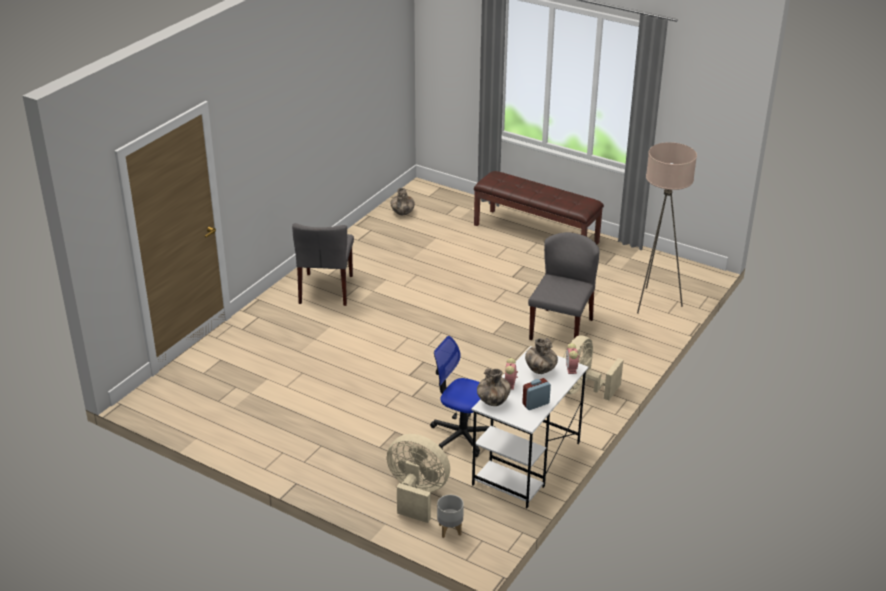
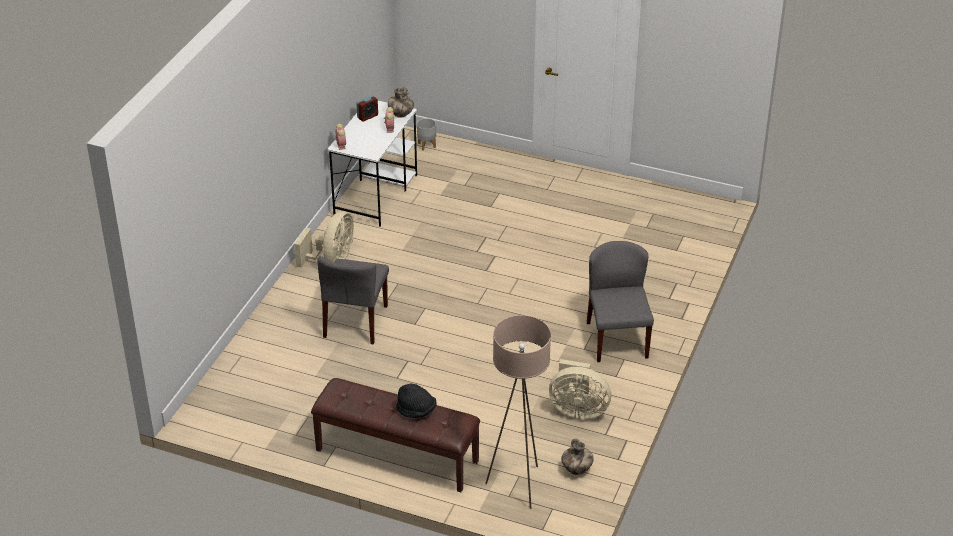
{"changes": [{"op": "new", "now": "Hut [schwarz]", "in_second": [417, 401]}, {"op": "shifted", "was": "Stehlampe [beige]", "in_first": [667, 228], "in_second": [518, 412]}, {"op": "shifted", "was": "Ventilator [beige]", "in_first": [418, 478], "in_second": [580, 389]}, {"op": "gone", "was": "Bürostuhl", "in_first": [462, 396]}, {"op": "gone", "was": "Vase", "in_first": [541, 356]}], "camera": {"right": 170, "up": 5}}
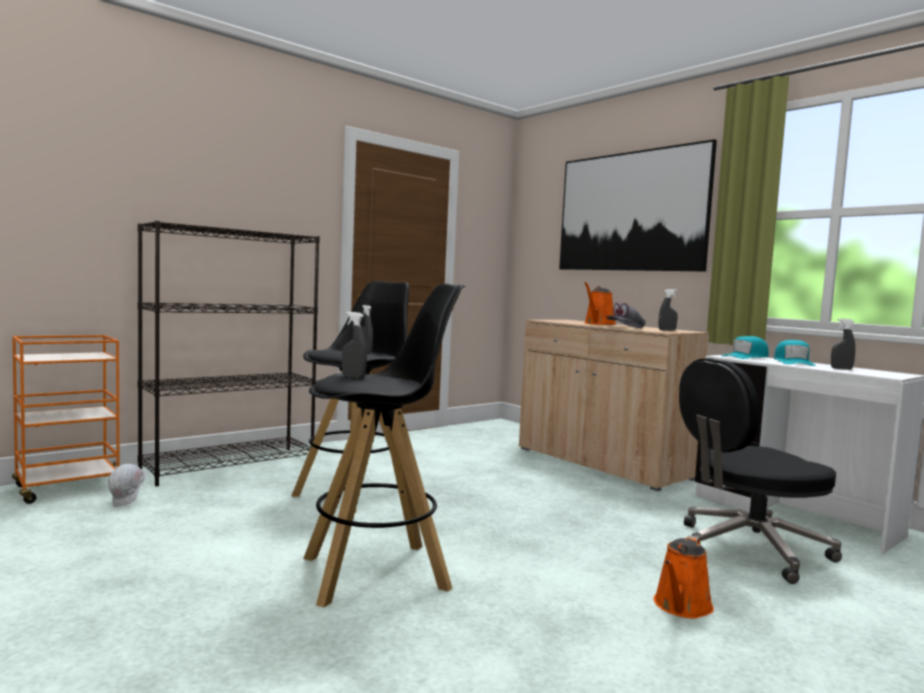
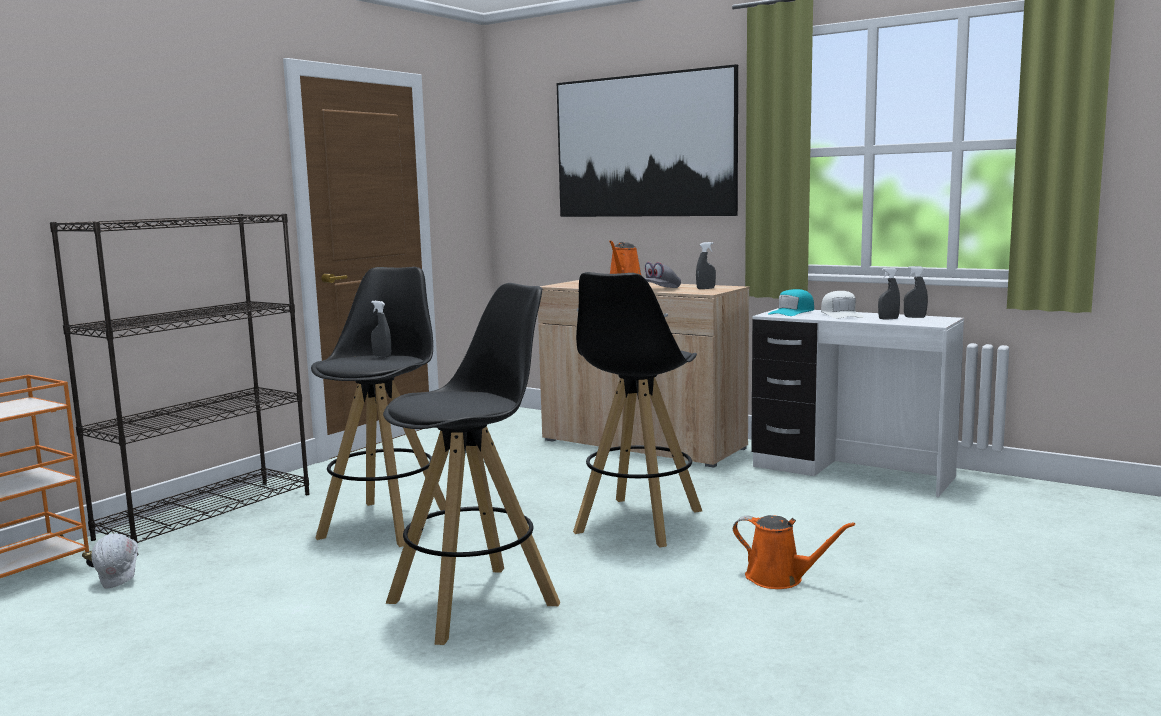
{"changes": [{"op": "new", "now": "Hocker [schwarz]", "in_second": [637, 409]}, {"op": "rotated", "was": "Gießkanne [orange]", "in_first": [684, 577], "in_second": [794, 552], "clockwise": -75}, {"op": "repainted", "was": "Kappe [türkis]", "now": "Kappe [weiß]", "in_first": [795, 353], "in_second": [842, 305]}, {"op": "shifted", "was": "Sprühflasche [grau]", "in_first": [354, 345], "in_second": [916, 292]}, {"op": "gone", "was": "Bürostuhl [schwarz]", "in_first": [760, 471]}], "camera": {"right": -15, "up": 5}}
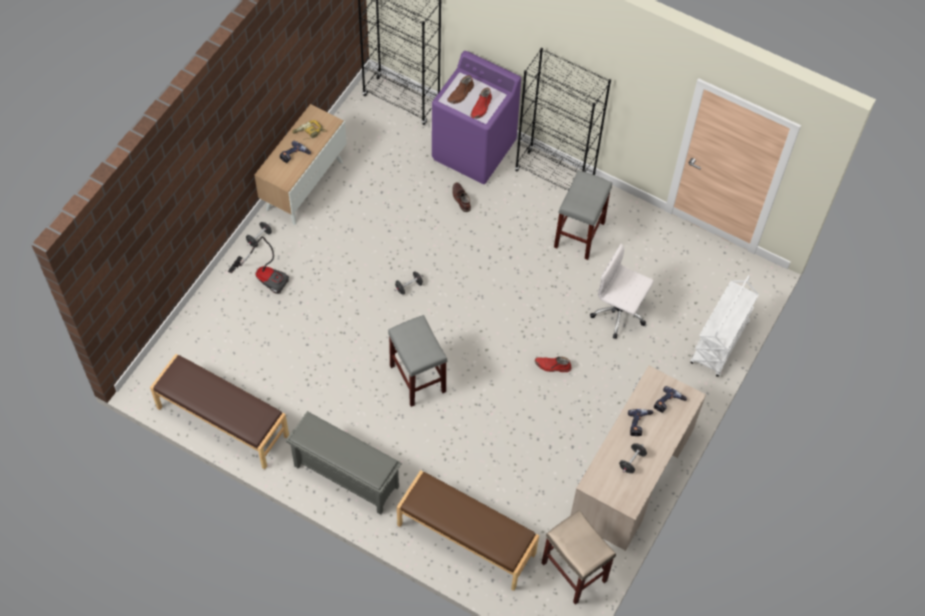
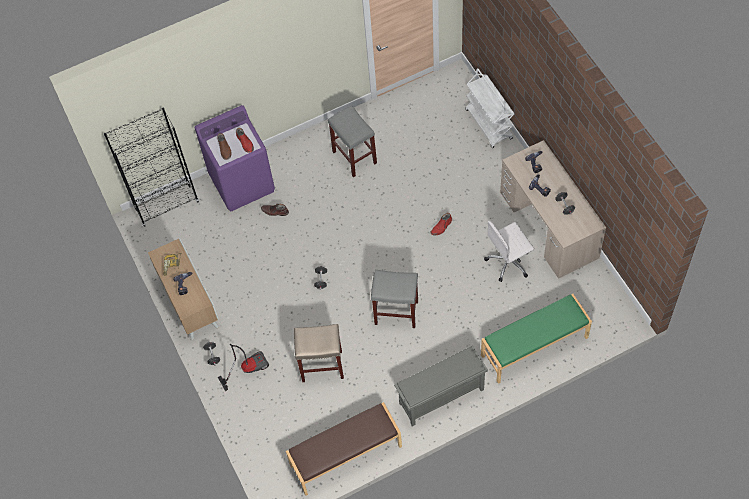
{"changes": [{"op": "shifted", "was": "Hocker [beige]", "in_first": [579, 557], "in_second": [319, 353]}, {"op": "repainted", "was": "Bank [braun]", "now": "Bank [grün]", "in_first": [468, 530], "in_second": [536, 339]}, {"op": "shifted", "was": "Bürostuhl [weiß]", "in_first": [622, 291], "in_second": [509, 251]}, {"op": "gone", "was": "Bücherregal [schwarz]", "in_first": [563, 119]}], "camera": {"right": -50, "up": 0}}
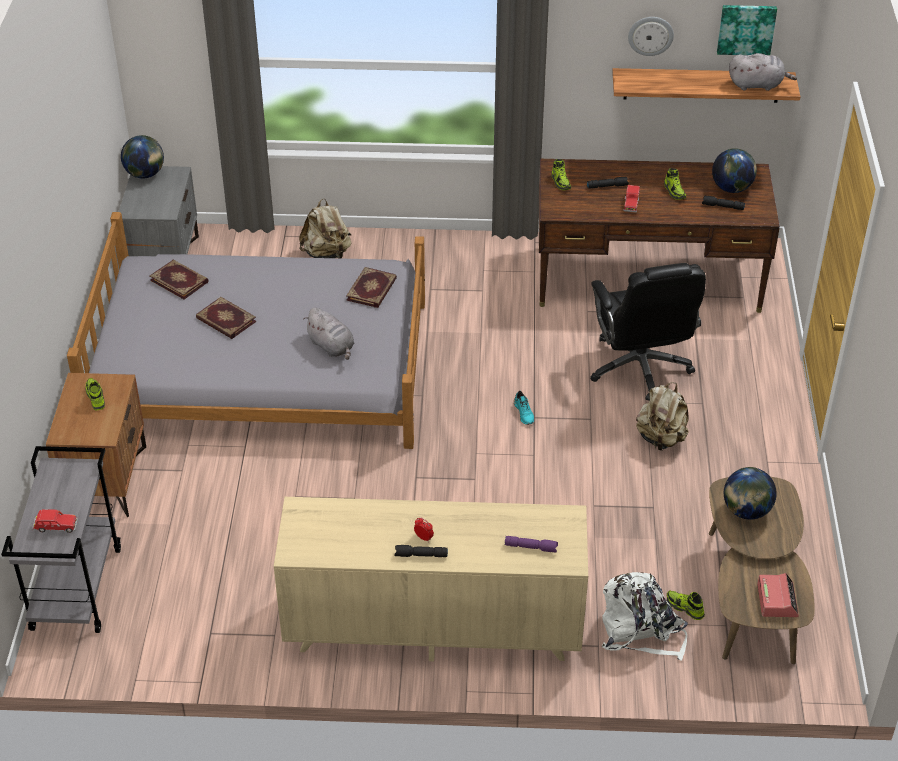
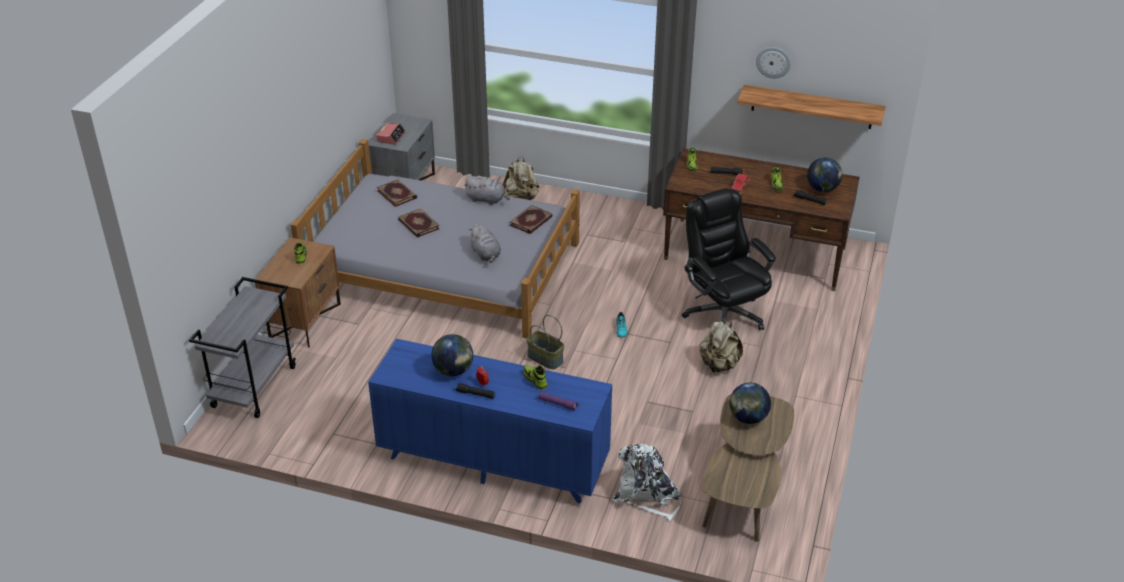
{"changes": [{"op": "repainted", "was": "Kommode [beige]", "now": "Kommode [blau]", "in_first": [431, 579], "in_second": [490, 421]}, {"op": "shifted", "was": "Wecker", "in_first": [778, 595], "in_second": [391, 134]}, {"op": "shifted", "was": "Globus", "in_first": [142, 157], "in_second": [452, 355]}, {"op": "shifted", "was": "Plüschtier [grau]", "in_first": [763, 72], "in_second": [487, 190]}, {"op": "shifted", "was": "Schuh", "in_first": [686, 605], "in_second": [535, 377]}, {"op": "new", "now": "Korb", "in_second": [545, 342]}, {"op": "rotated", "was": "Bürostuhl [schwarz]", "in_first": [648, 332], "in_second": [729, 259], "clockwise": 150}, {"op": "gone", "was": "Spielzeugauto [rot]", "in_first": [55, 521]}, {"op": "gone", "was": "Bild", "in_first": [747, 30]}], "camera": {"right": 15, "up": -5}}
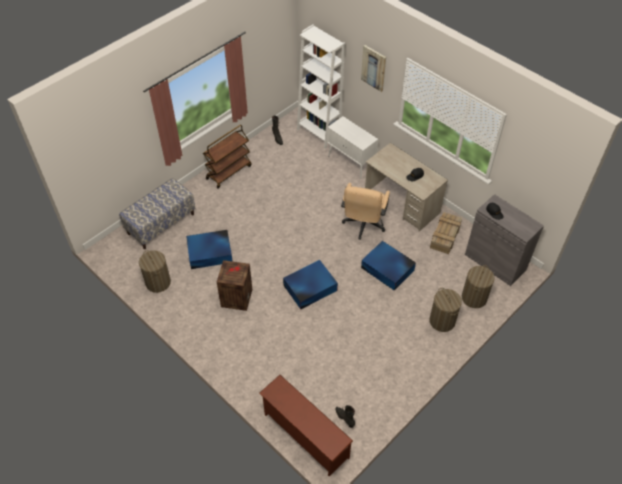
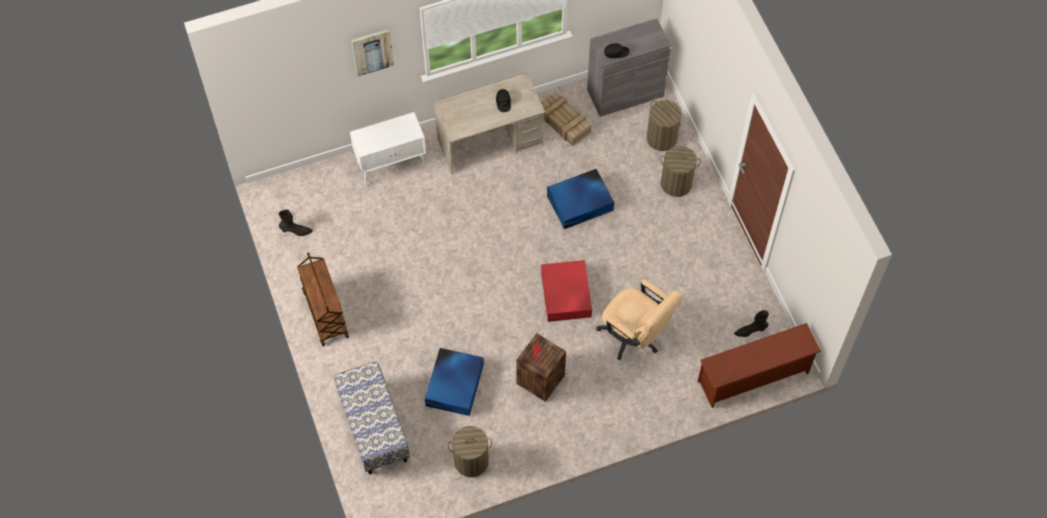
{"changes": [{"op": "repainted", "was": "Aufbewahrungsbox [blau]", "now": "Aufbewahrungsbox [rot]", "in_first": [310, 284], "in_second": [566, 291]}, {"op": "shifted", "was": "Bürostuhl [beige]", "in_first": [365, 211], "in_second": [639, 319]}, {"op": "gone", "was": "Bücherregal [weiß]", "in_first": [321, 86]}], "camera": {"right": -65, "up": 10}}
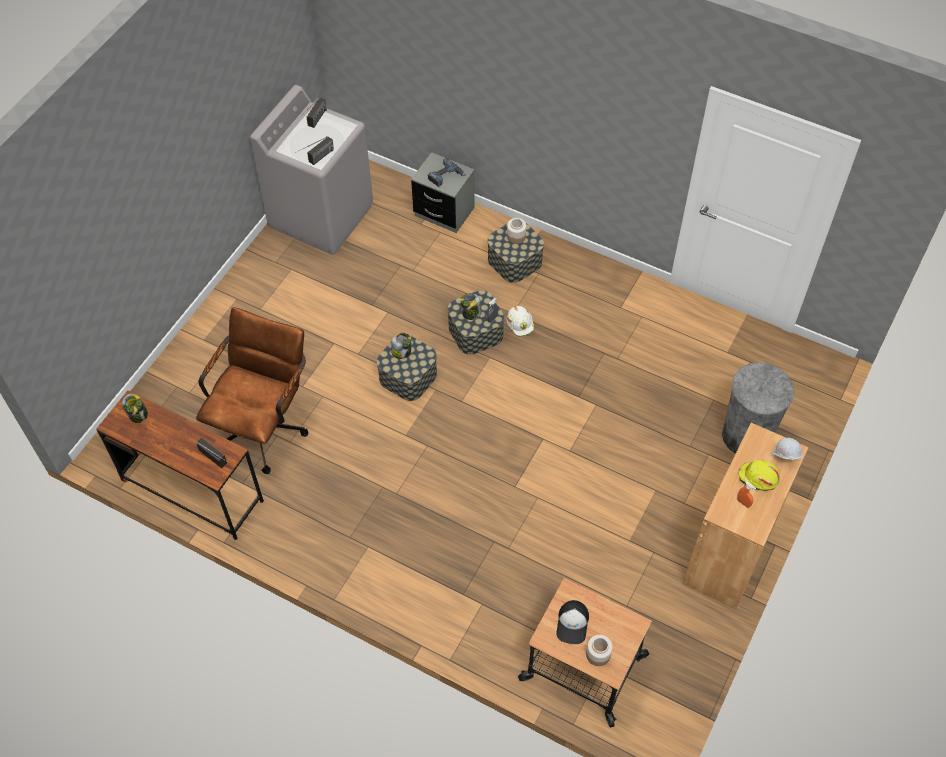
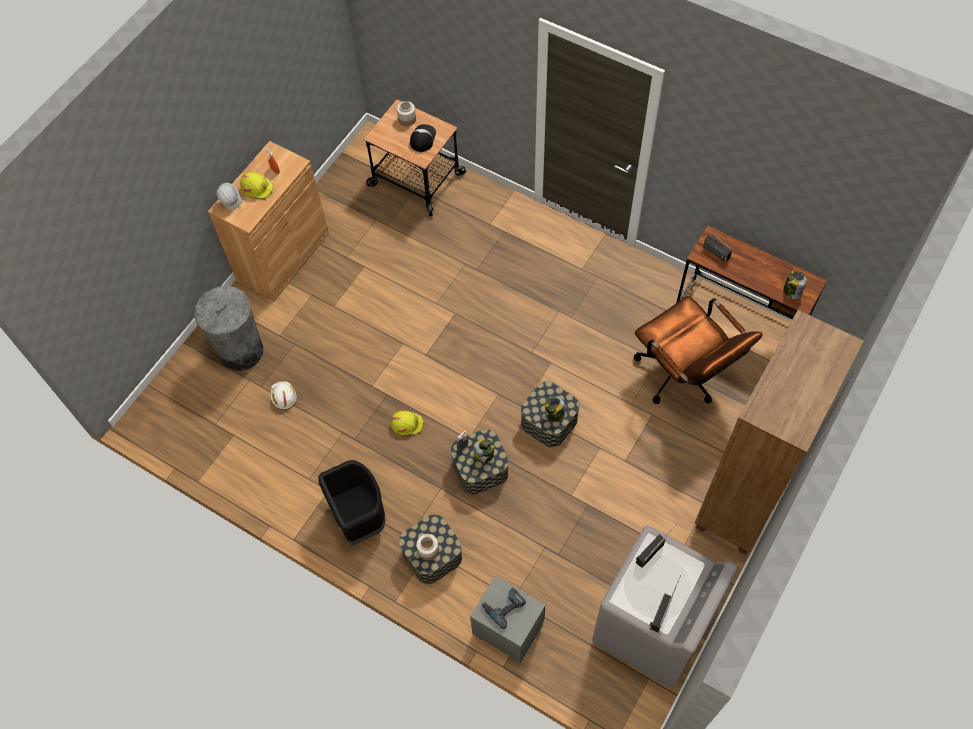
{"changes": [{"op": "shifted", "was": "Schutzhelm [weiß]", "in_first": [520, 321], "in_second": [283, 395]}, {"op": "new", "now": "Mülleimer [schwarz]", "in_second": [352, 502]}, {"op": "new", "now": "Schutzhelm [gelb]", "in_second": [407, 423]}, {"op": "rotated", "was": "Bürostuhl [braun]", "in_first": [252, 390], "in_second": [698, 350], "clockwise": -60}, {"op": "new", "now": "Bücherregal [braun]", "in_second": [779, 432]}], "camera": {"right": -175, "up": 5}}
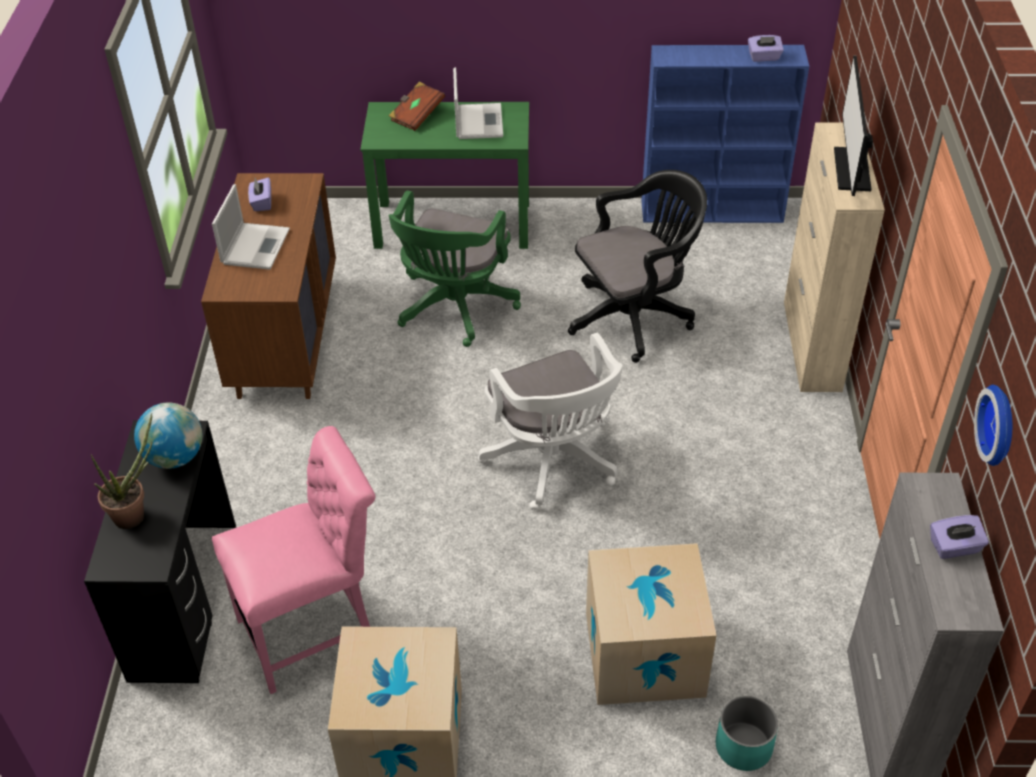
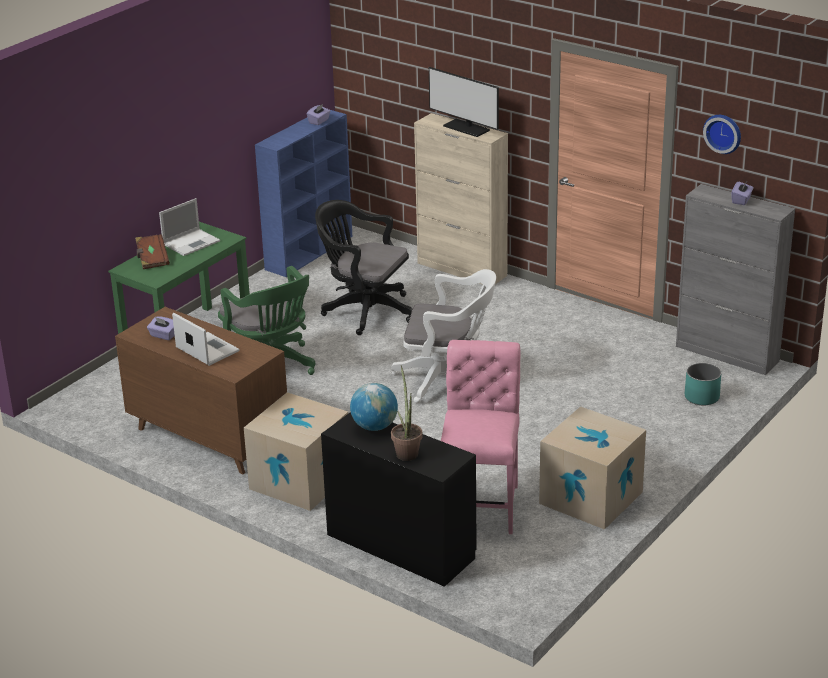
{"changes": [{"op": "rotated", "was": "Laptop", "in_first": [478, 103], "in_second": [189, 227], "clockwise": 105}, {"op": "shifted", "was": "Karton", "in_first": [651, 624], "in_second": [296, 451]}, {"op": "rotated", "was": "Bürostuhl [schwarz]", "in_first": [637, 266], "in_second": [364, 267], "clockwise": -75}], "camera": {"right": -55, "up": -15}}
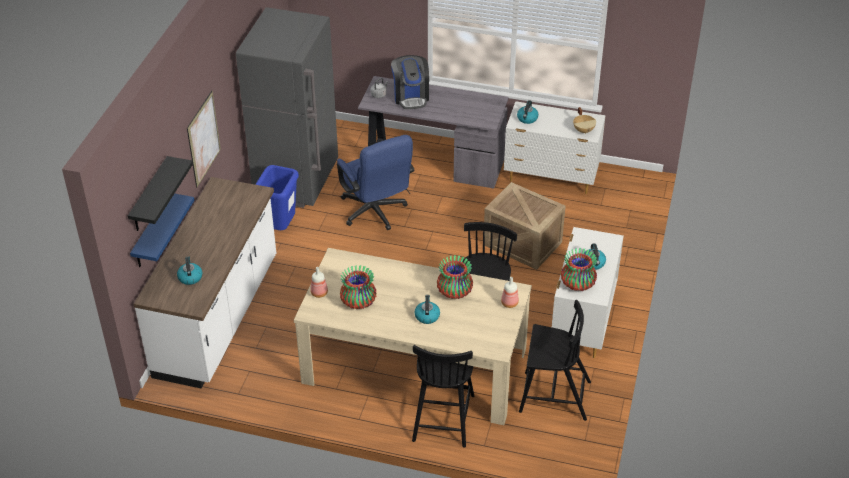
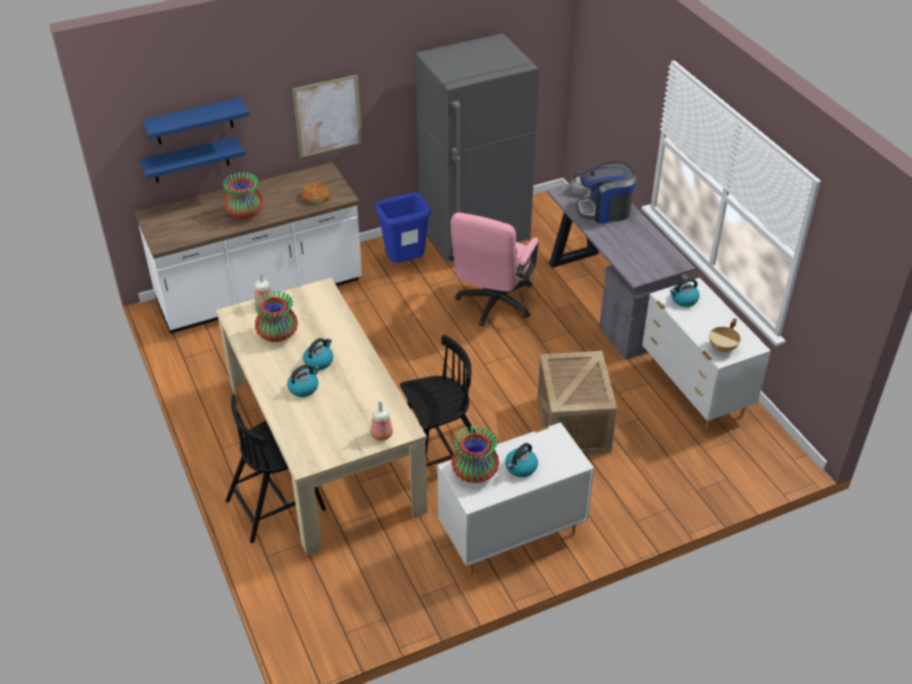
{"changes": [{"op": "repainted", "was": "Wandregal [schwarz]", "now": "Wandregal [blau]", "in_first": [160, 193], "in_second": [196, 121]}, {"op": "shifted", "was": "Vase", "in_first": [455, 277], "in_second": [243, 195]}, {"op": "new", "now": "Brot", "in_second": [315, 193]}, {"op": "shifted", "was": "Wasserkessel", "in_first": [189, 271], "in_second": [318, 354]}, {"op": "repainted", "was": "Bürostuhl [blau]", "now": "Bürostuhl [rosa]", "in_first": [375, 182], "in_second": [493, 269]}, {"op": "rotated", "was": "Kaffeemaschine", "in_first": [410, 82], "in_second": [607, 192], "clockwise": 45}, {"op": "gone", "was": "Stuhl [schwarz]", "in_first": [555, 360]}], "camera": {"right": 50, "up": 0}}
